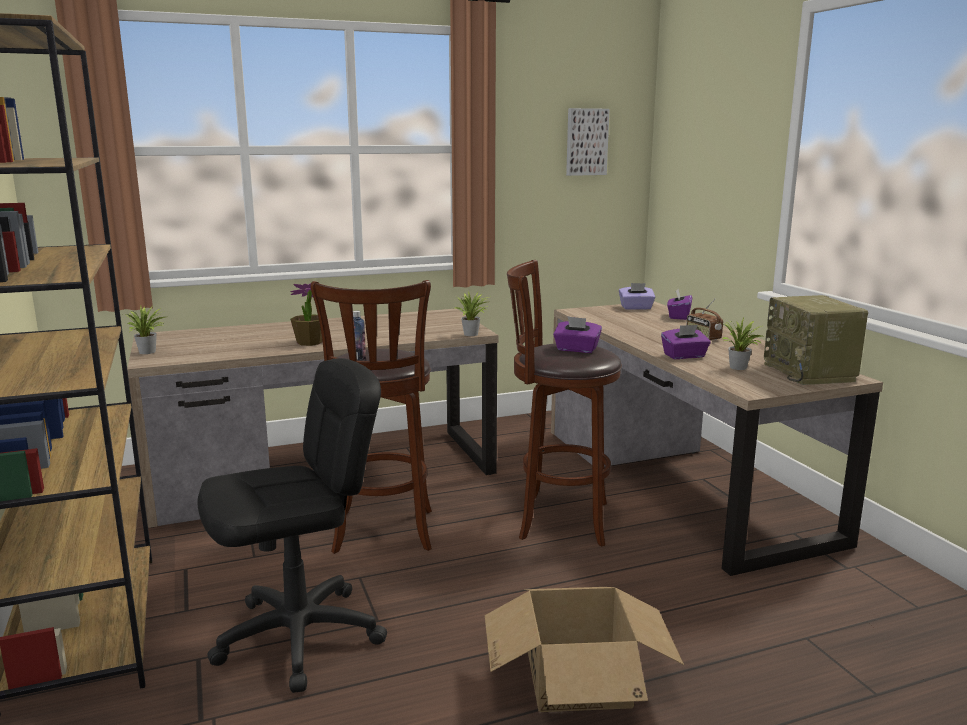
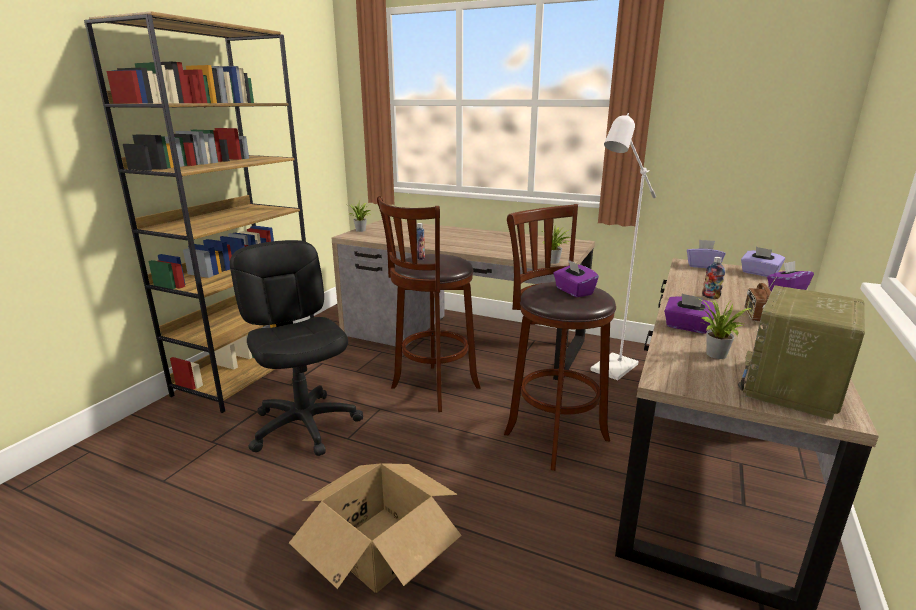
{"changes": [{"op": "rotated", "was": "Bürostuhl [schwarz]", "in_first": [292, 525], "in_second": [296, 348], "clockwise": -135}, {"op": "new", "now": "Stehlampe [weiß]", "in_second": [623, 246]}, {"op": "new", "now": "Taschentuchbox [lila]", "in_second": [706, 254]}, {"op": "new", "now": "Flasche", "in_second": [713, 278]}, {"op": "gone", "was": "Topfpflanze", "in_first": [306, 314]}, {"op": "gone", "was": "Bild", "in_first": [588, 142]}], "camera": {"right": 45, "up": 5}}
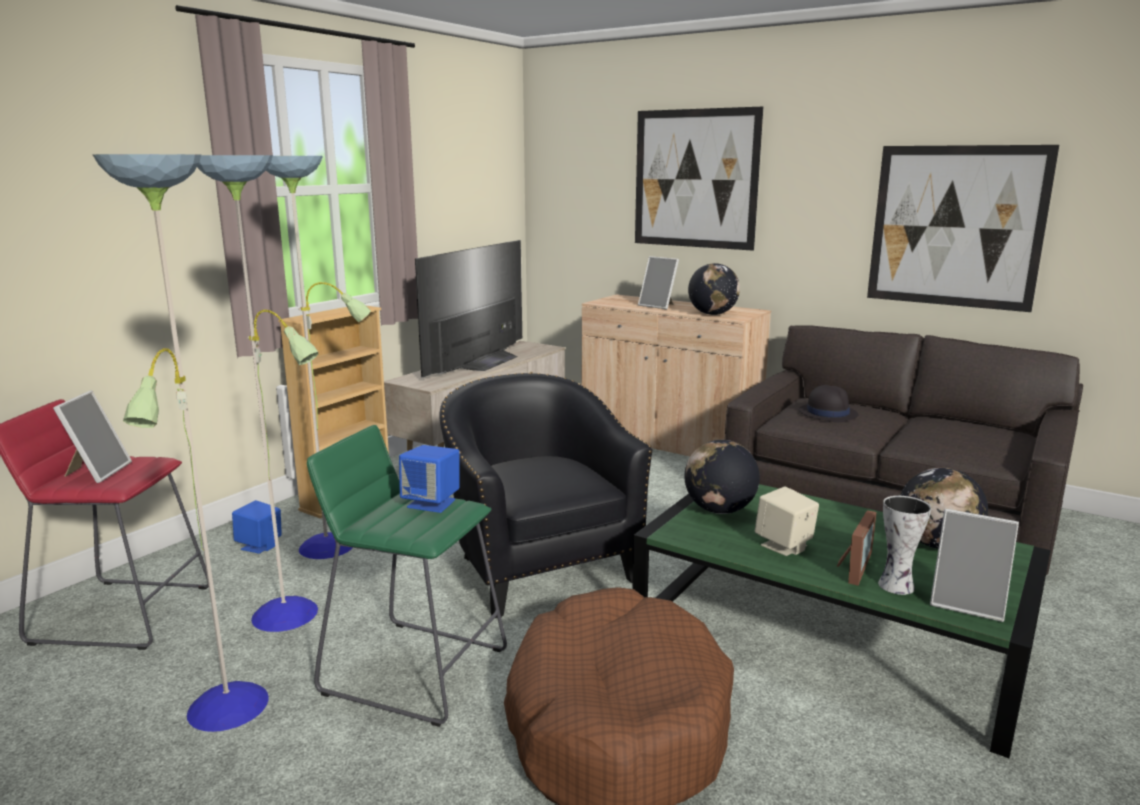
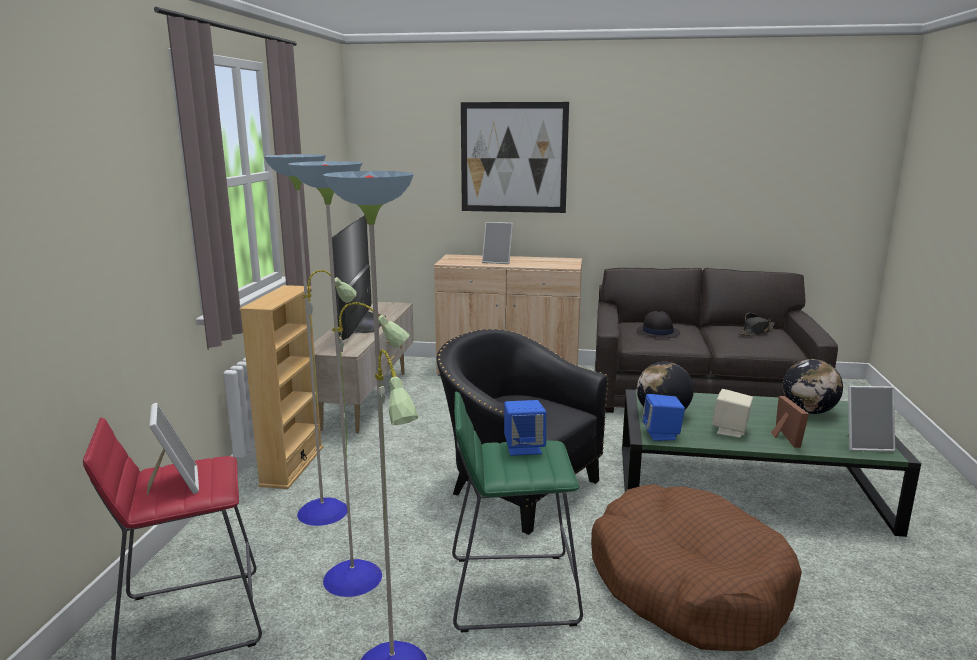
{"changes": [{"op": "shifted", "was": "Lautsprecher [blau]", "in_first": [257, 527], "in_second": [663, 417]}, {"op": "new", "now": "Hut [schwarz]", "in_second": [756, 324]}, {"op": "gone", "was": "Globus", "in_first": [714, 289]}, {"op": "gone", "was": "Bild", "in_first": [963, 228]}, {"op": "gone", "was": "Vase", "in_first": [904, 545]}], "camera": {"right": -25, "up": 0}}
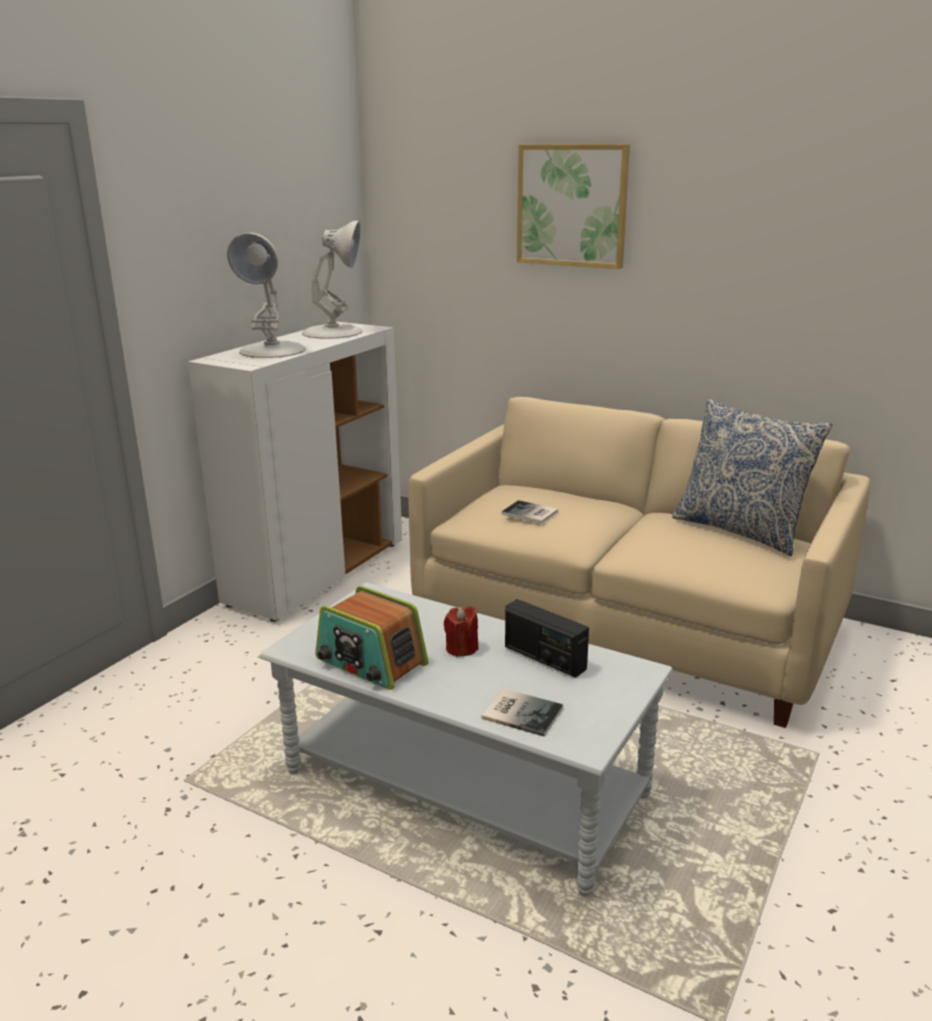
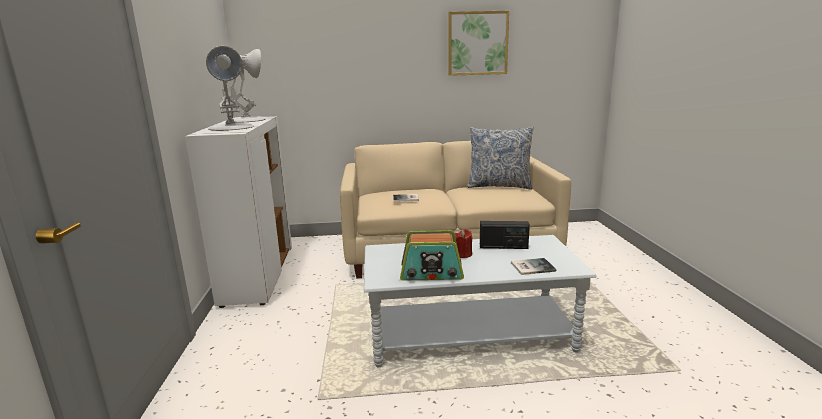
{"changes": [{"op": "shifted", "was": "Bild", "in_first": [573, 206], "in_second": [478, 43]}], "camera": {"right": -35, "up": -5}}
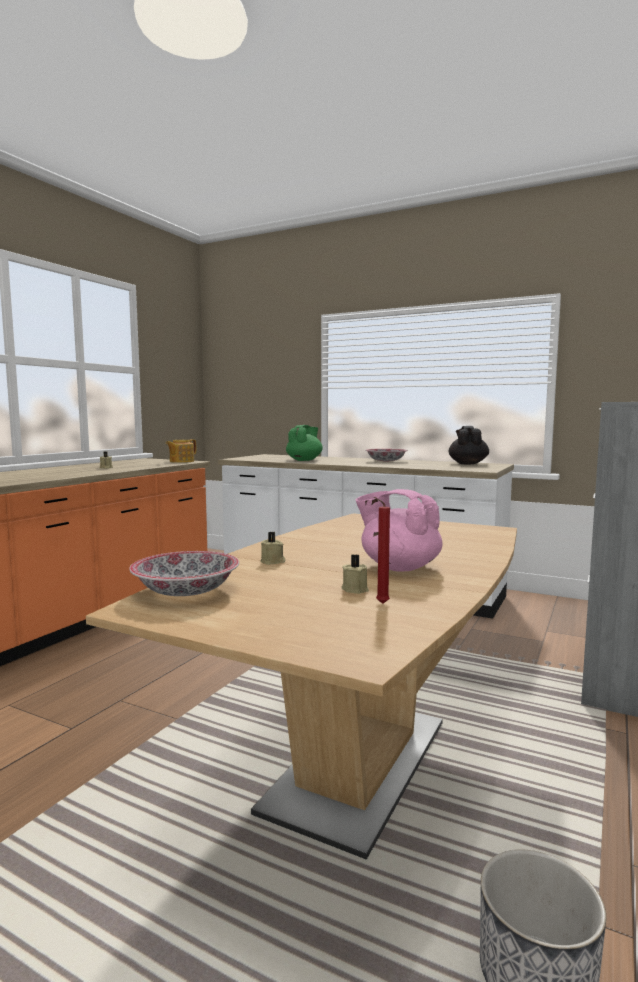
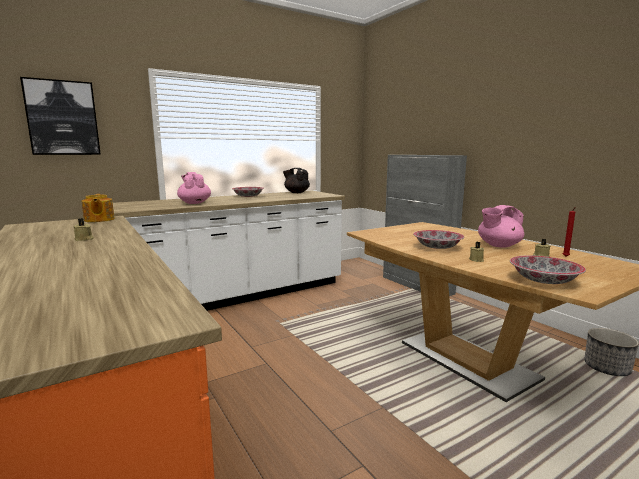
{"changes": [{"op": "new", "now": "Bild", "in_second": [60, 116]}, {"op": "repainted", "was": "Teekanne [grün]", "now": "Teekanne [rosa]", "in_first": [304, 443], "in_second": [194, 188]}, {"op": "new", "now": "Schüssel", "in_second": [438, 239]}], "camera": {"right": -60, "up": 5}}
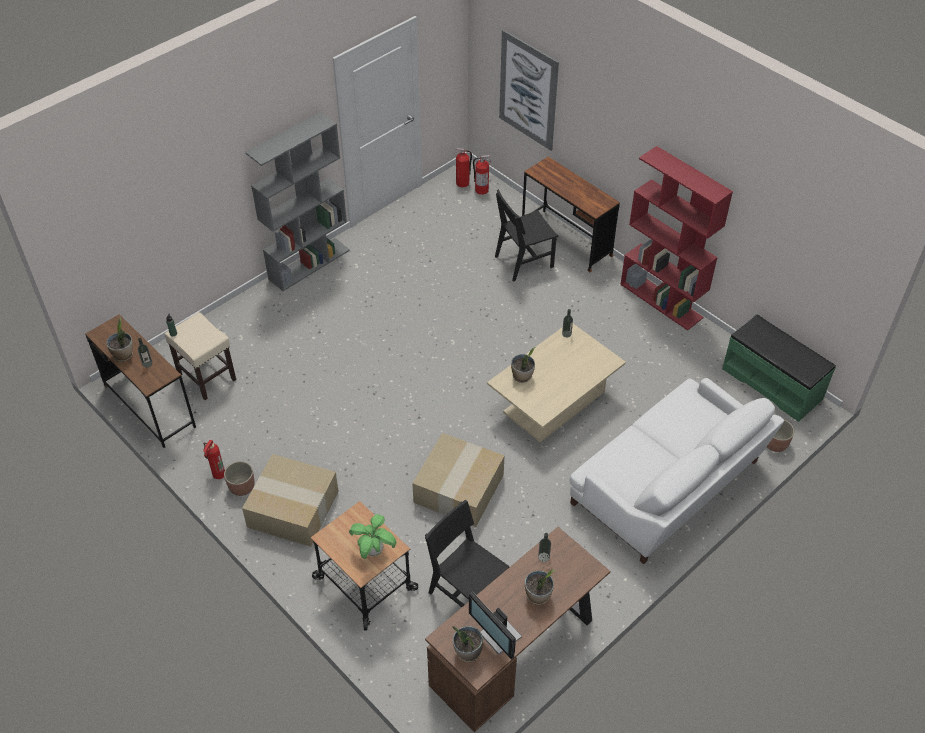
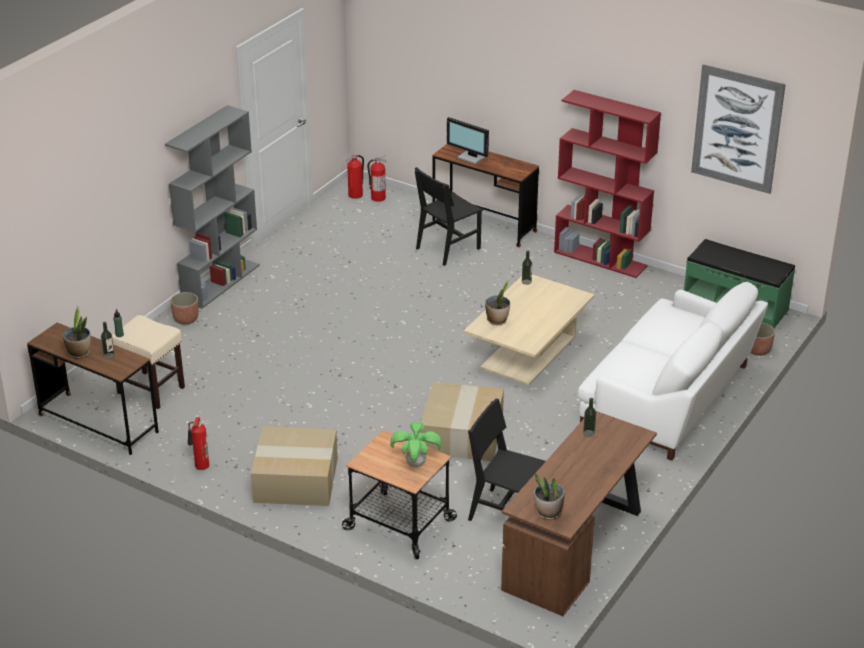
{"changes": [{"op": "shifted", "was": "Pflanzkübel", "in_first": [239, 478], "in_second": [184, 308]}, {"op": "shifted", "was": "Monitor", "in_first": [495, 625], "in_second": [468, 141]}, {"op": "shifted", "was": "Bild", "in_first": [529, 90], "in_second": [738, 129]}, {"op": "gone", "was": "Topfpflanze", "in_first": [539, 587]}], "camera": {"right": -15, "up": -15}}
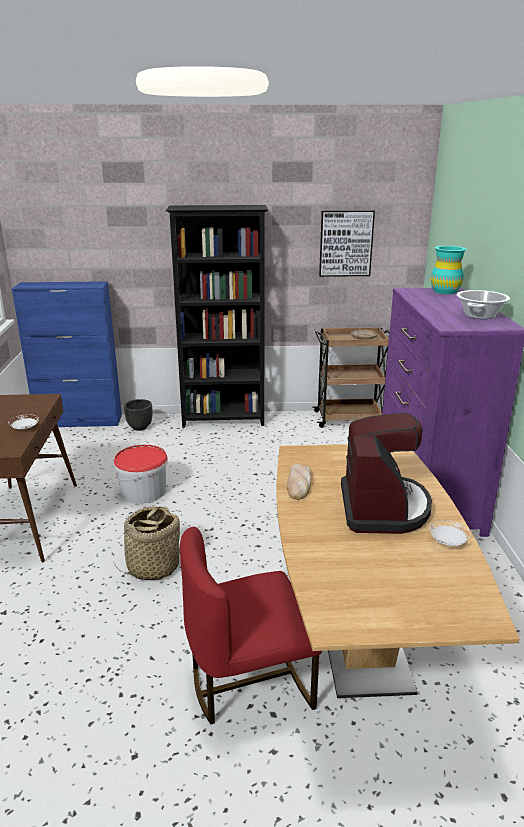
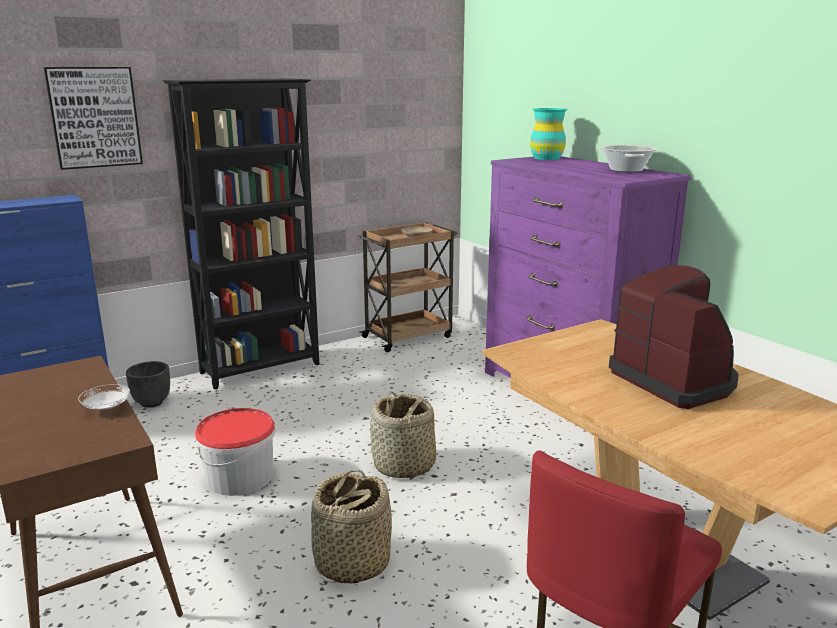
{"changes": [{"op": "shifted", "was": "Bild", "in_first": [347, 243], "in_second": [93, 118]}, {"op": "new", "now": "Korb", "in_second": [403, 434]}, {"op": "gone", "was": "Brot", "in_first": [299, 482]}, {"op": "gone", "was": "Teller [weiß]", "in_first": [449, 533]}], "camera": {"right": -30, "up": -5}}
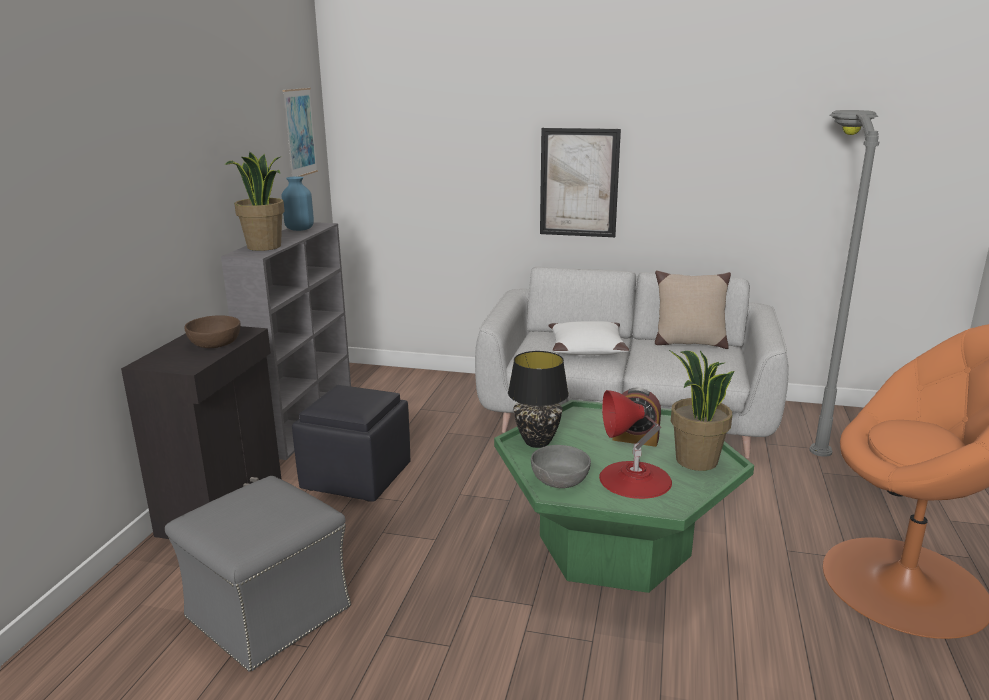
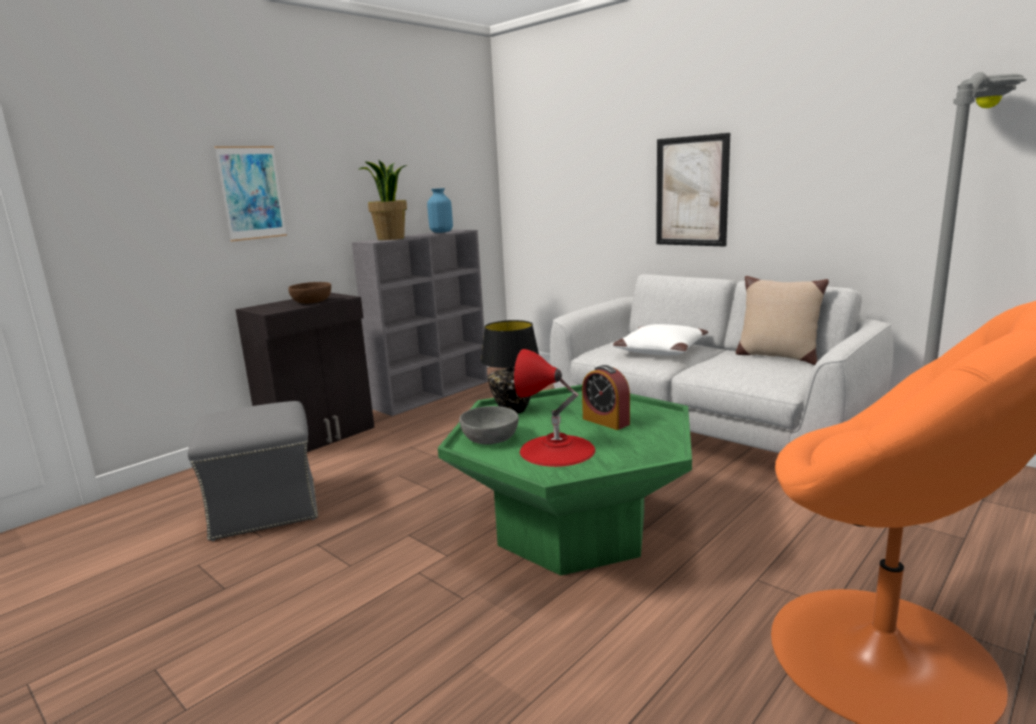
{"changes": [{"op": "shifted", "was": "Bild", "in_first": [300, 132], "in_second": [250, 194]}, {"op": "gone", "was": "Polsterhocker [schwarz]", "in_first": [351, 443]}, {"op": "gone", "was": "Topfpflanze", "in_first": [701, 410]}], "camera": {"right": 30, "up": -5}}
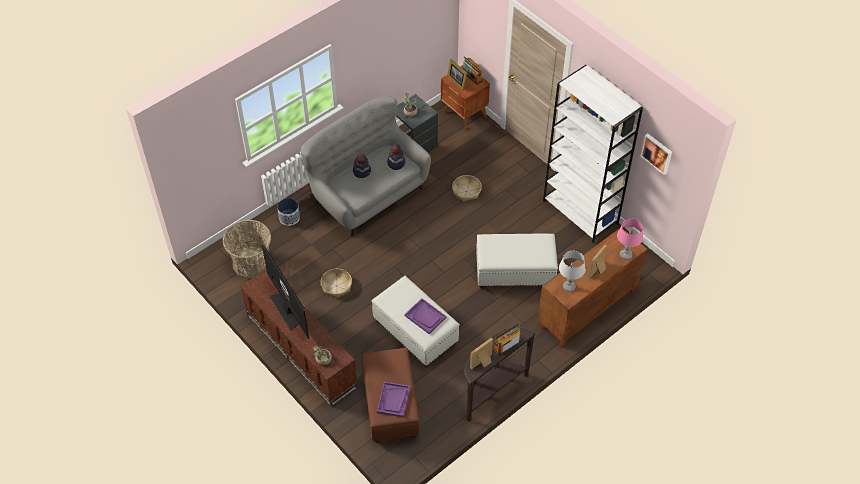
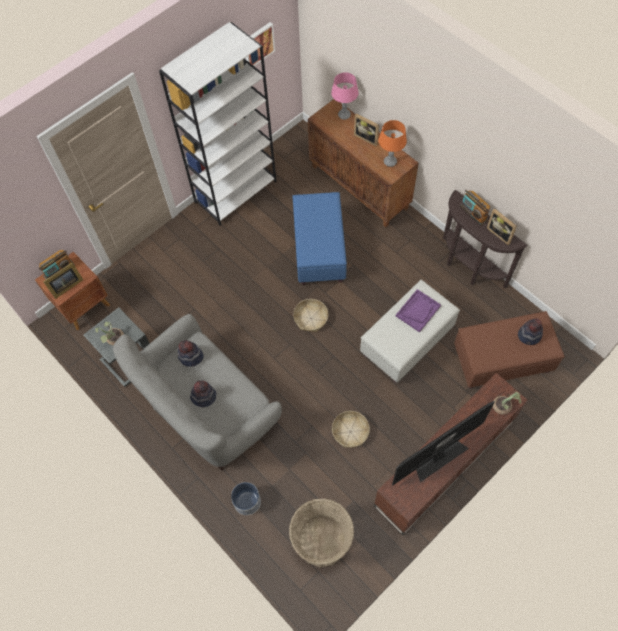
{"changes": [{"op": "repainted", "was": "Polsterhocker [weiß]", "now": "Polsterhocker [blau]", "in_first": [517, 261], "in_second": [319, 238]}, {"op": "shifted", "was": "Korb", "in_first": [467, 188], "in_second": [310, 315]}, {"op": "repainted", "was": "Tischlampe [grau]", "now": "Tischlampe [orange]", "in_first": [572, 271], "in_second": [393, 143]}, {"op": "swapped", "was": "Tablett [lila]", "now": "Hut", "in_first": [394, 399], "in_second": [530, 331]}], "camera": {"right": -90, "up": 10}}
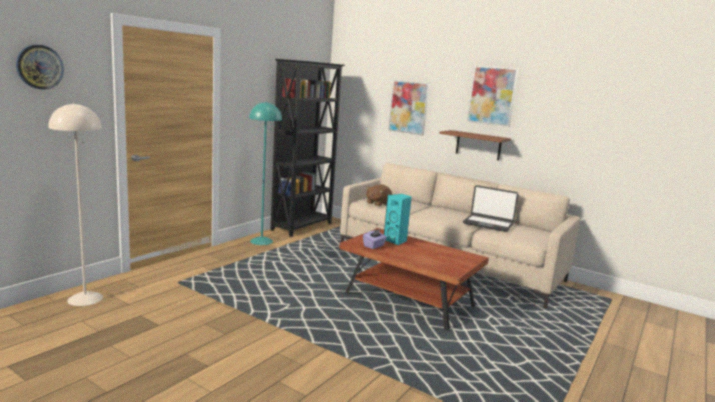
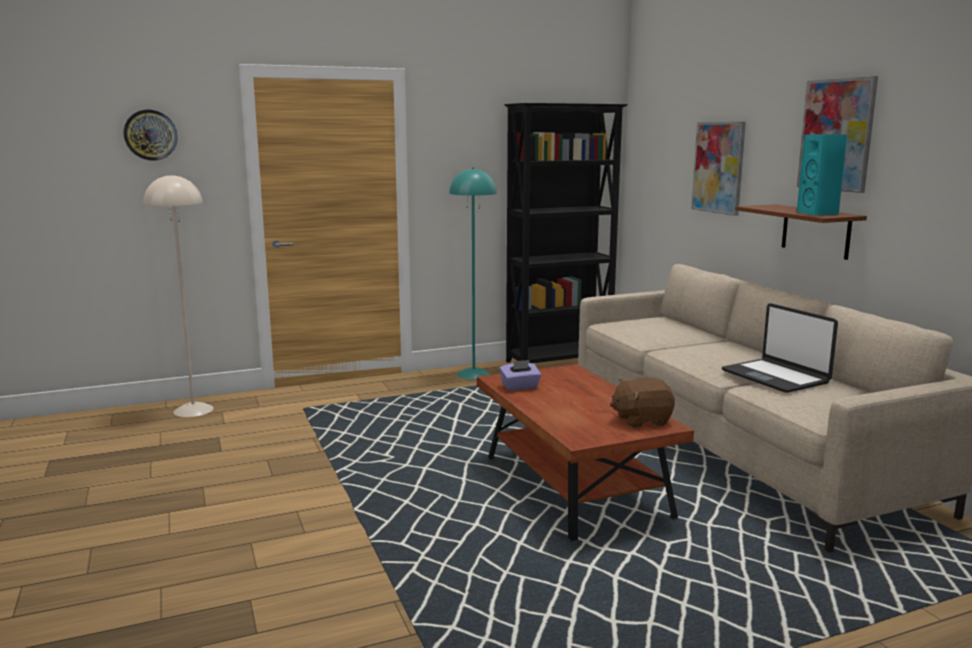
{"changes": [{"op": "shifted", "was": "Plüschtier [braun]", "in_first": [379, 195], "in_second": [642, 402]}, {"op": "shifted", "was": "Lautsprecher [türkis]", "in_first": [398, 219], "in_second": [822, 174]}], "camera": {"right": 35, "up": 0}}
